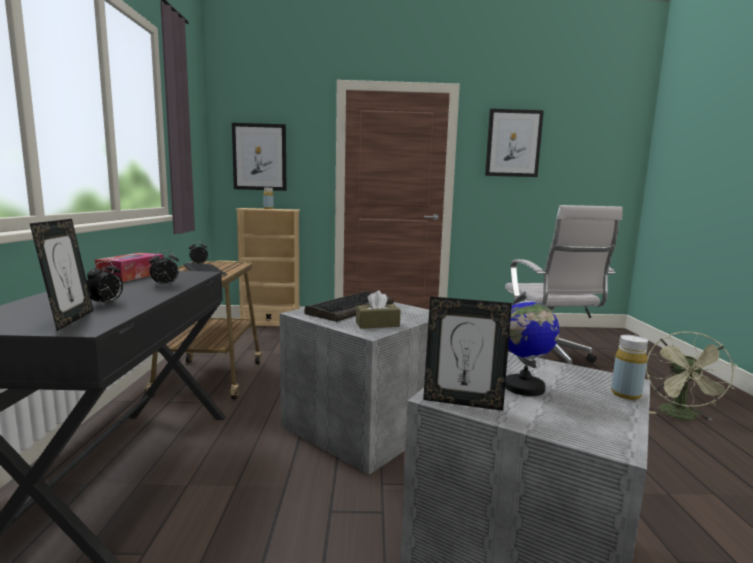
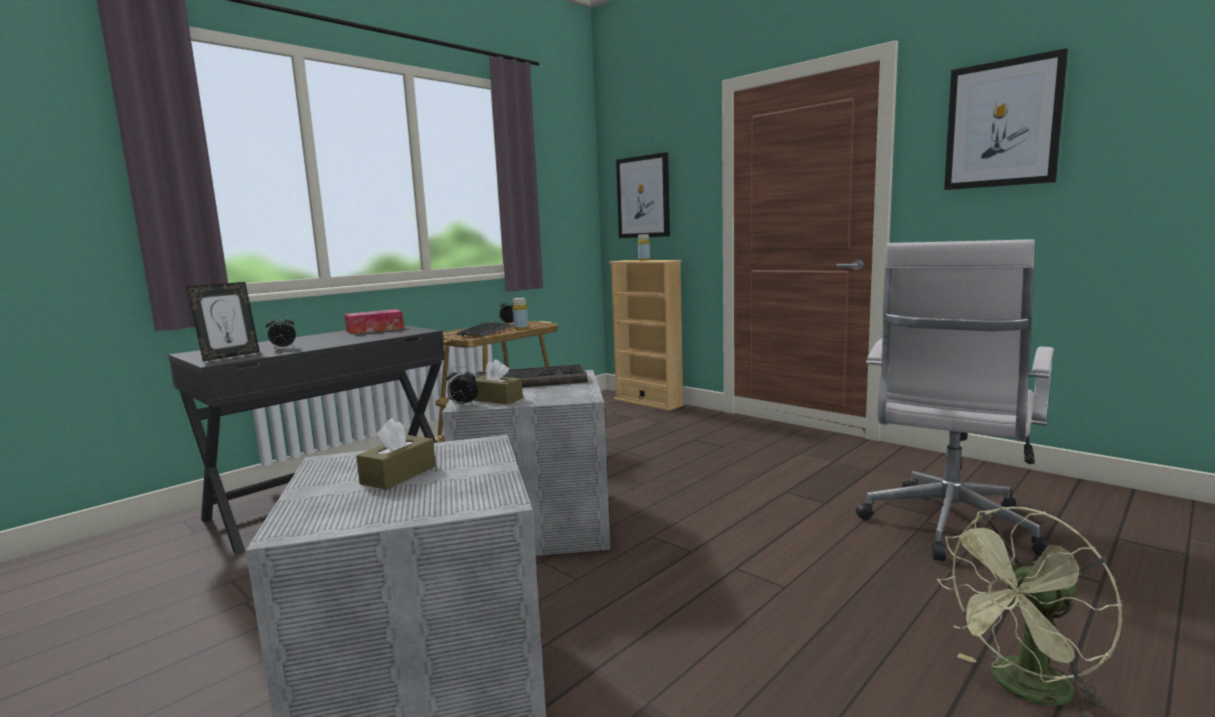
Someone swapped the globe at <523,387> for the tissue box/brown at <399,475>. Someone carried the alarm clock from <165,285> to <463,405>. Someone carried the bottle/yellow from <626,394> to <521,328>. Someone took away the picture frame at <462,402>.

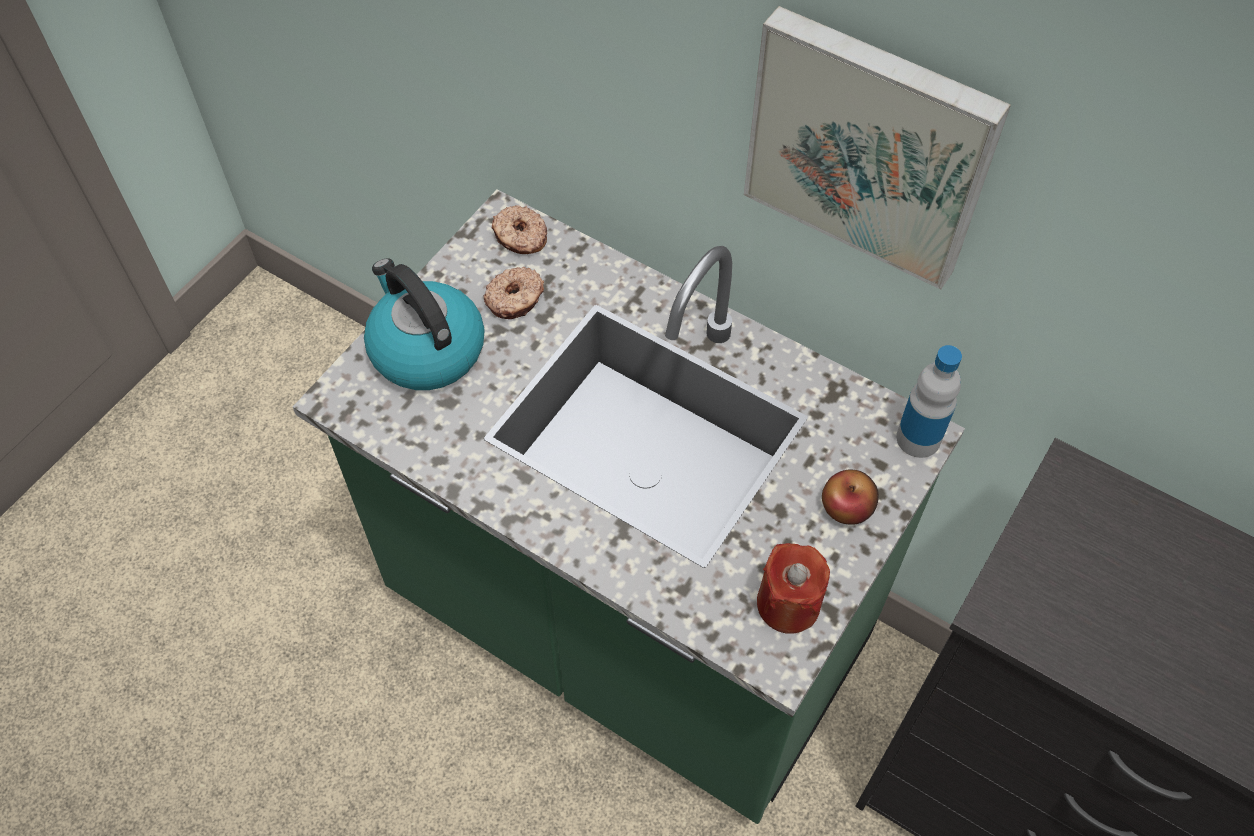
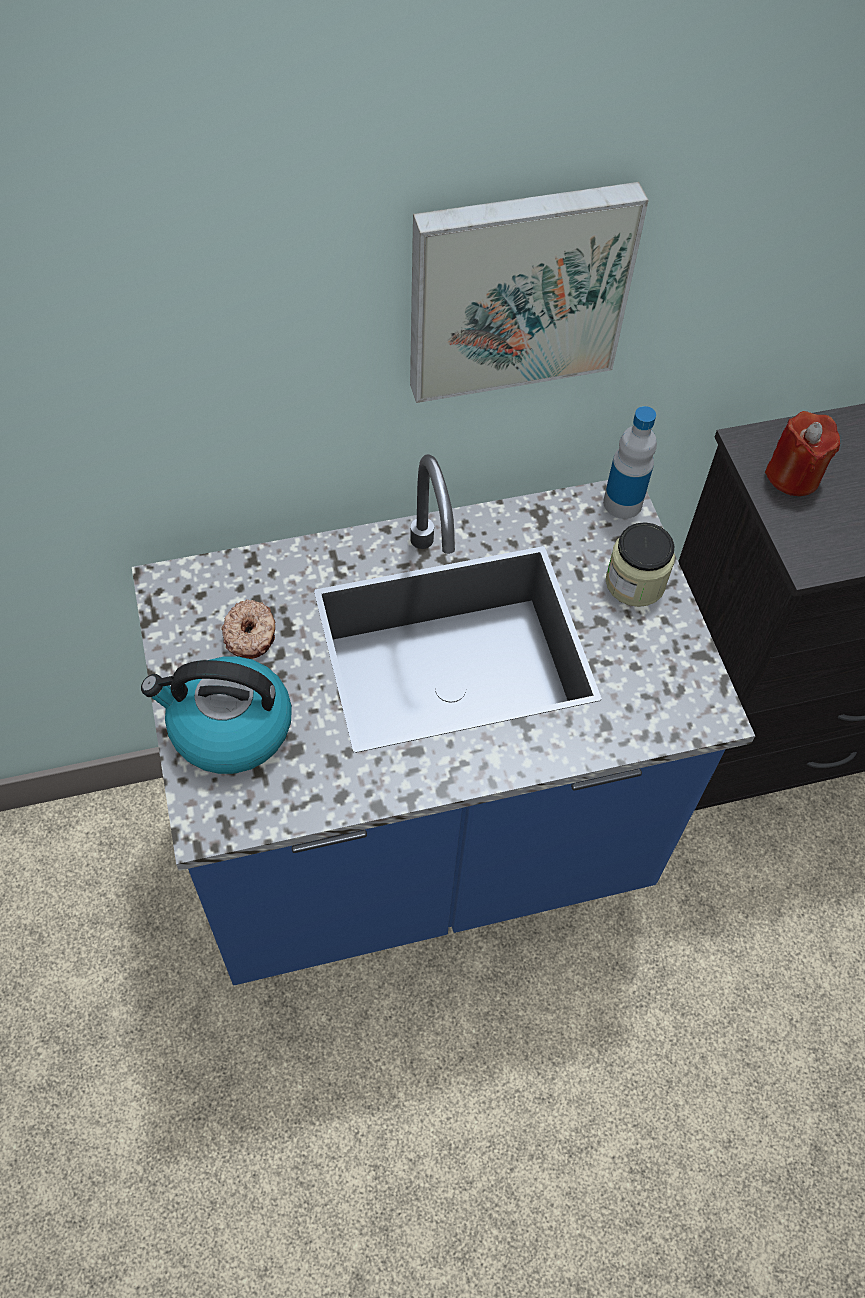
Someone repainted the counter/green at <627,625>, which became the counter/blue at <421,848>. Someone swapped the apple at <847,507> for the jar at <635,583>. Someone carried the candle/red from <788,604> to <793,475>. Someone took away the donut at <520,237>.

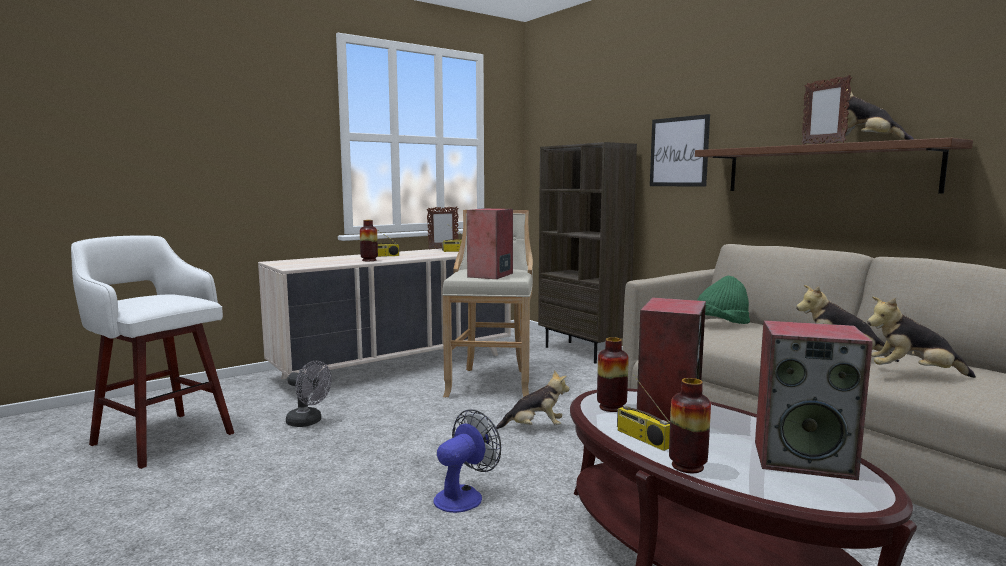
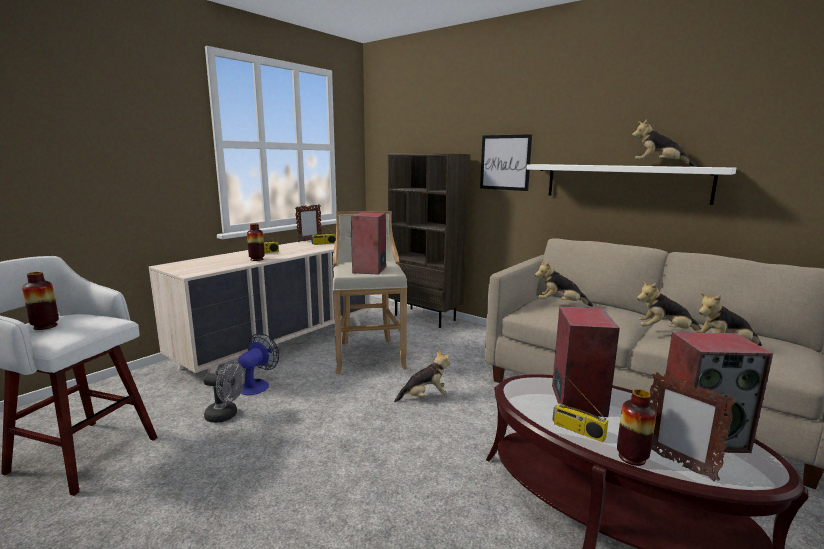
Someone carried the vase from <611,407> to <45,326>. Someone carried the fan from <464,496> to <257,385>. Someone repainted the shelf/brown at <825,169>, which became the shelf/white at <624,182>. Someone swapped the hat/green at <720,324> for the plush toy at <560,304>. Someone carried the picture frame from <822,144> to <678,463>.

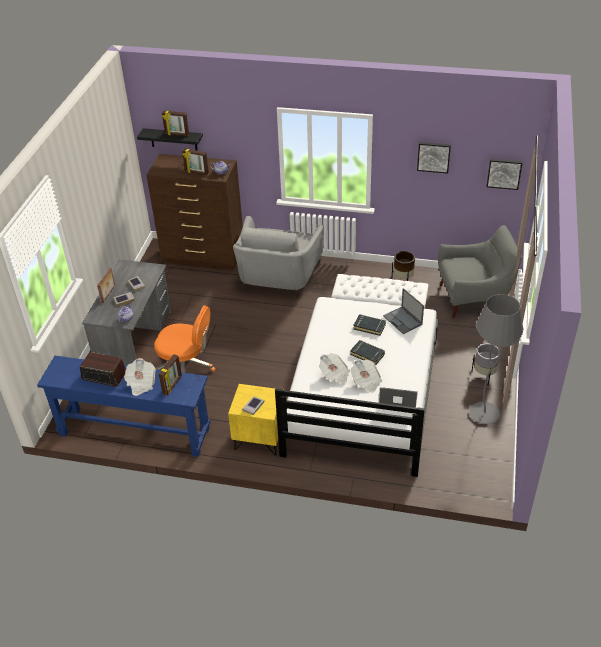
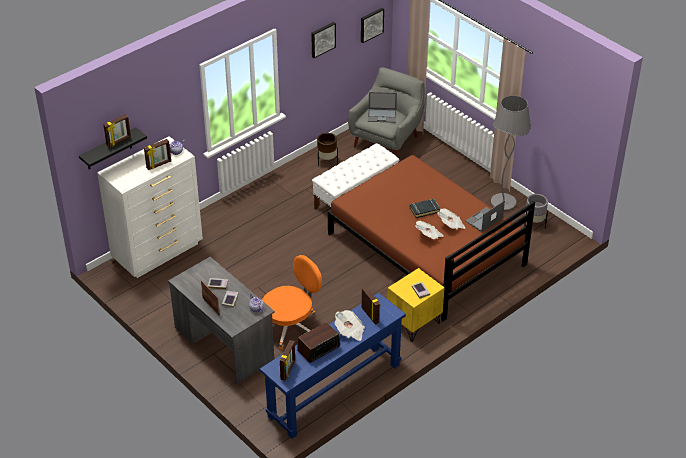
Someone repainted the dresser/brown at <204,257>, which became the dresser/white at <158,252>. Someone put down the picture frame at <288,370>. Someone repainted the bed/white at <362,396>, which became the bed/brown at <426,249>. Someone carried the laptop from <403,320> to <382,115>. Someone carried the planter/grey from <484,376> to <534,224>. Someone took away the armchair/grey at <278,278>. Someone took away the book/black at <369,326>.

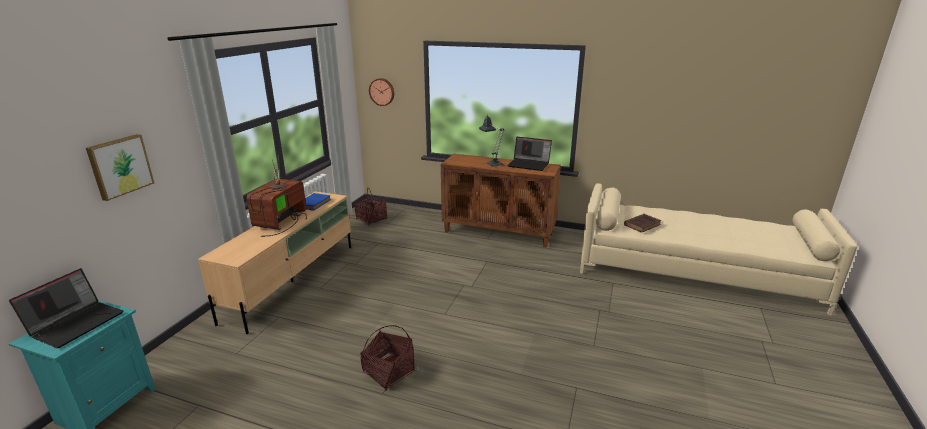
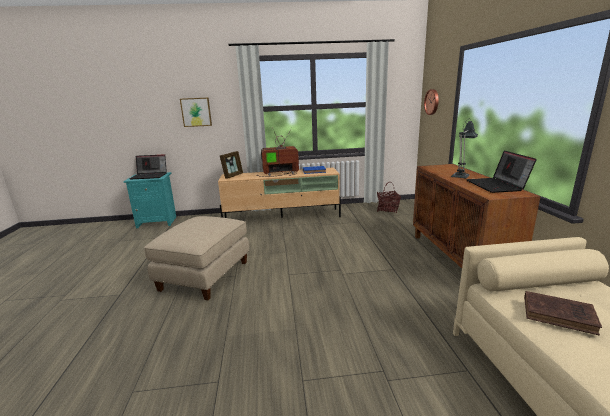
Someone swapped the basket at <388,372> for the ottoman/beige at <204,275>. Someone put down the picture frame at <233,176>.

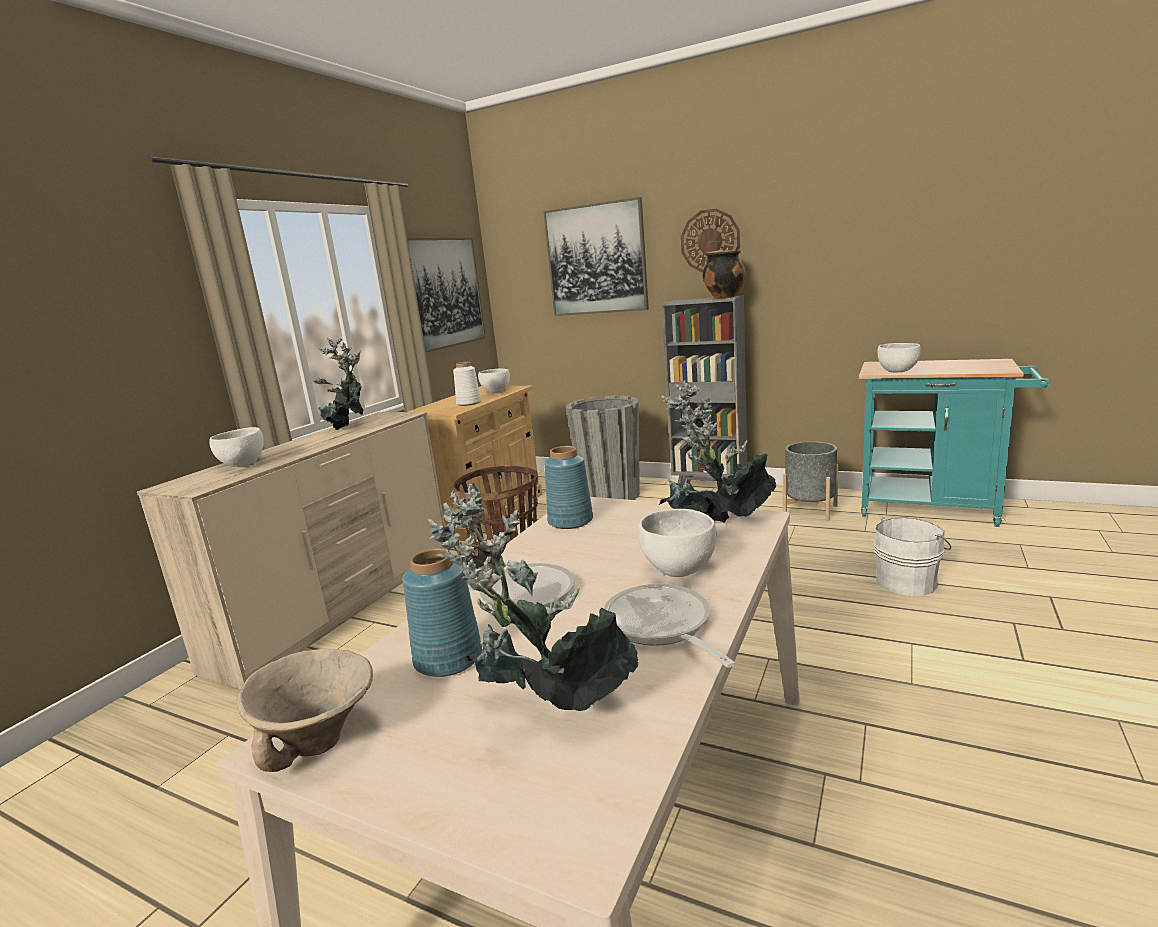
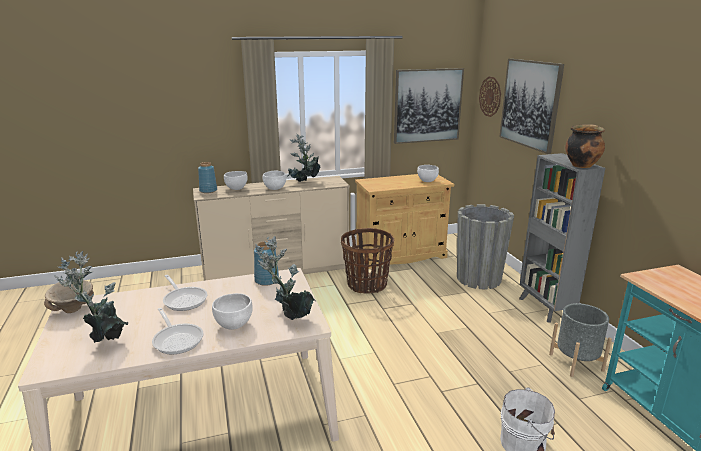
Someone rotated the frying pan at <661,627> by 120 degrees clockwise. Someone carried the vase/blue from <448,658> to <208,190>. Someone carried the bowl/white from <897,371> to <274,188>. Someone carried the wall clock from <710,241> to <490,96>. Someone took away the vase/white at <468,403>.

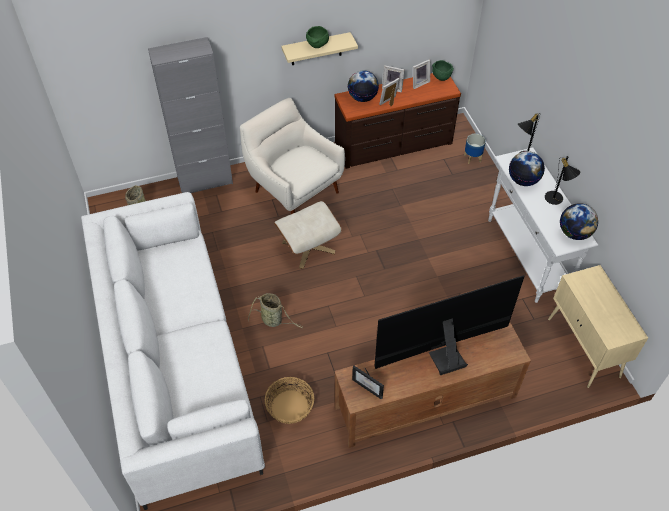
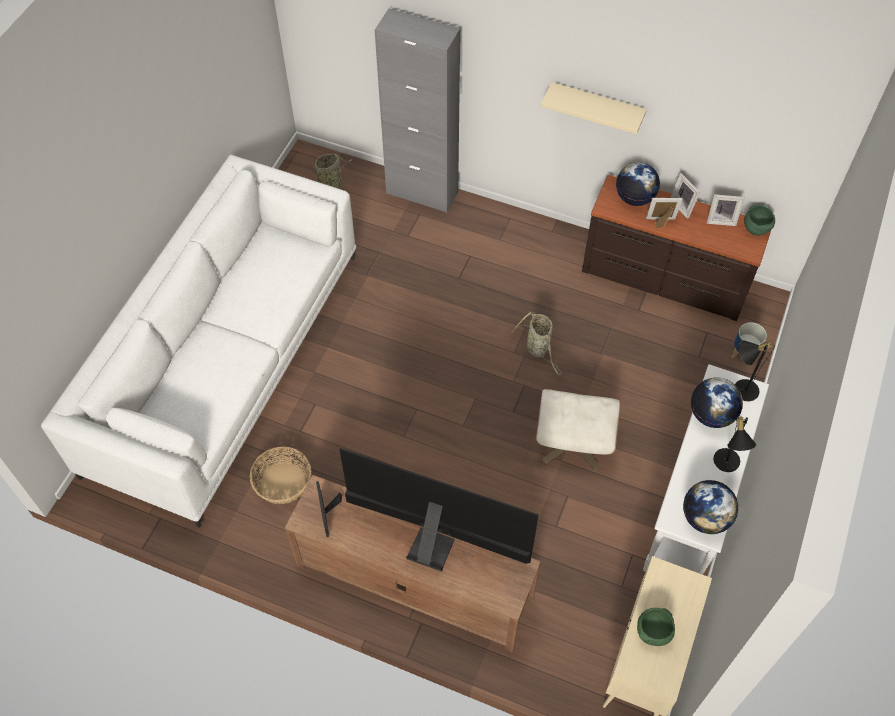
Someone carried the basket from <273,320> to <538,349>. Someone carried the ottoman/beige from <308,247> to <573,442>. Someone carried the bowl/green from <317,45> to <653,633>. Someone took away the armchair/white at <294,190>.

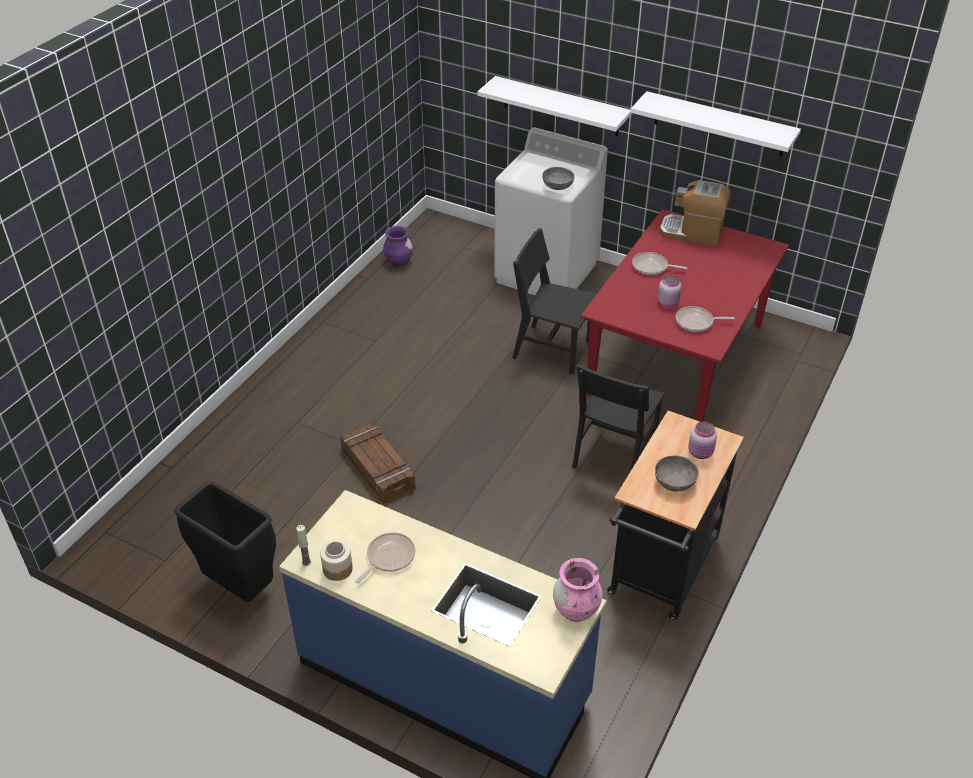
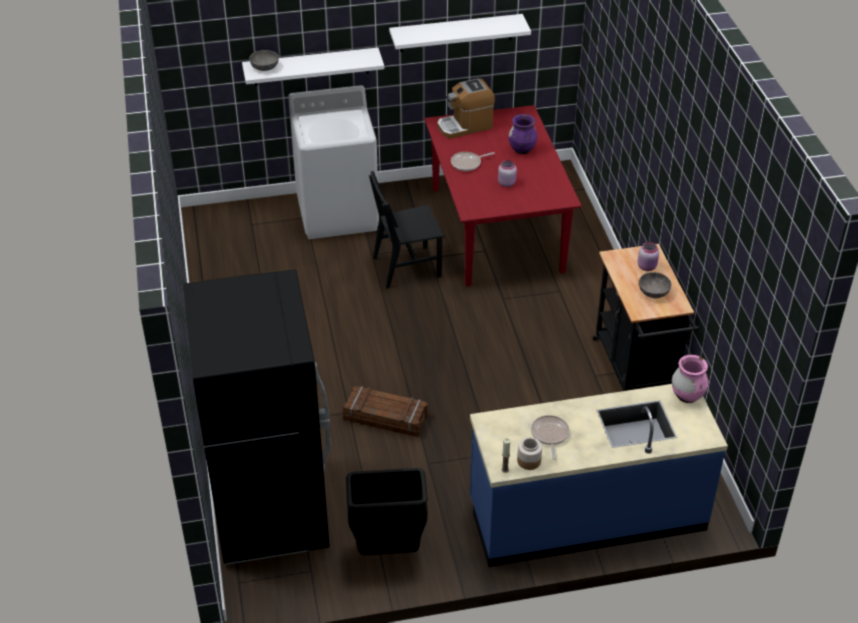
Someone put down the fridge/black at <270,511>. Someone carried the bowl/grey from <557,186> to <265,67>. Someone carried the vase/purple from <399,262> to <522,149>. Someone took away the chair/black at <614,454>. Someone took away the frying pan at <696,322>.

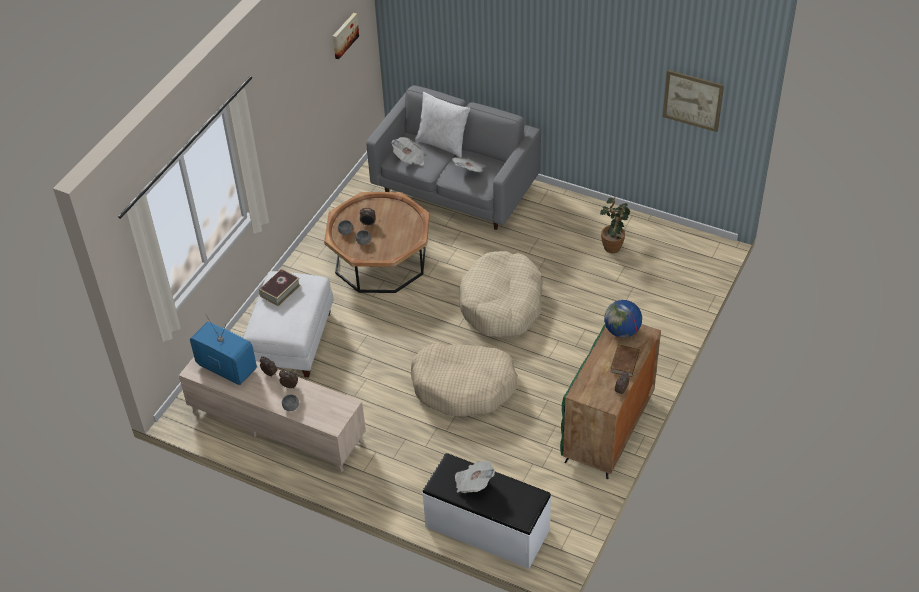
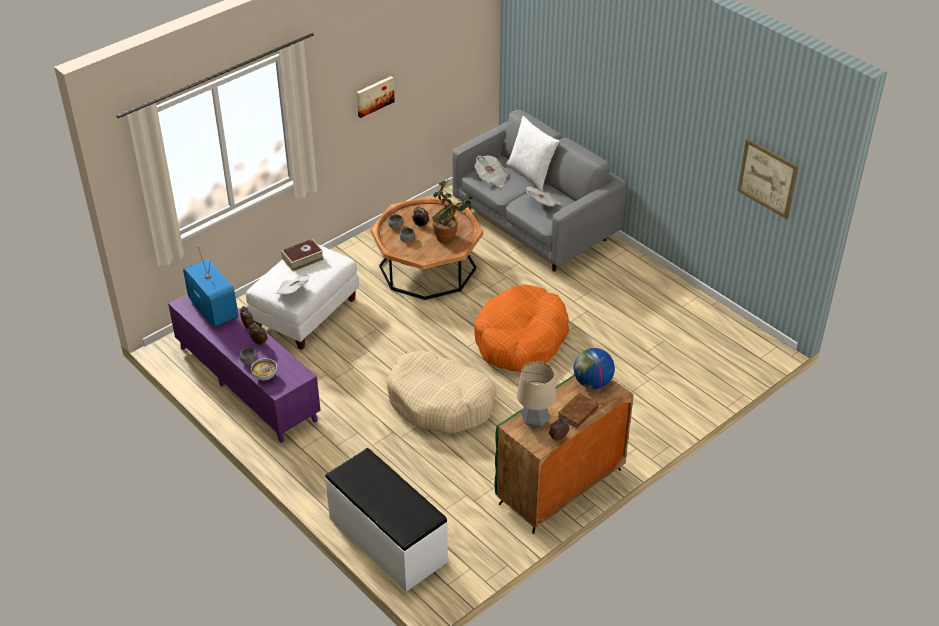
Someone repainted the tv stand/beige at <277,426>, which became the tv stand/purple at <247,384>. Someone put down the bowl at <265,376>. Someone carried the newspaper from <473,483> to <293,292>. Someone carried the picture from <344,35> to <374,96>. Someone carried the potted plant from <614,245> to <449,236>. Someone repainted the dog bed/beige at <502,304>, which became the dog bed/orange at <520,339>. Someone put down the table lamp at <534,423>.

